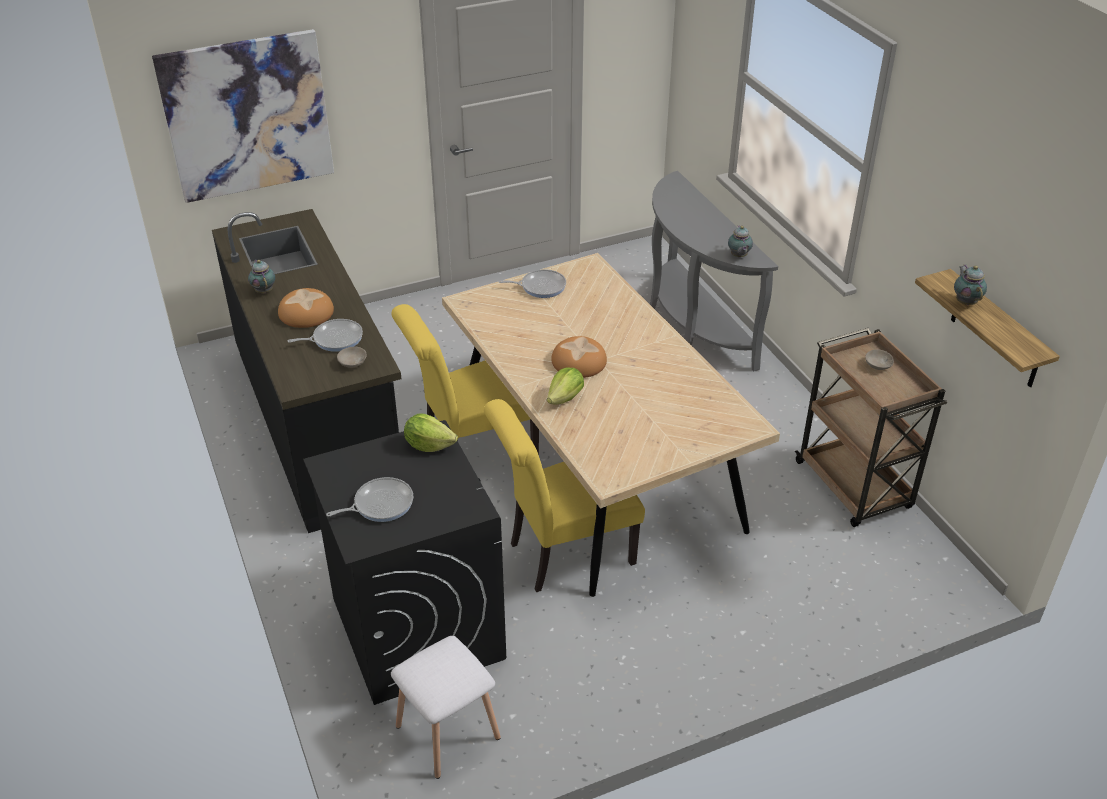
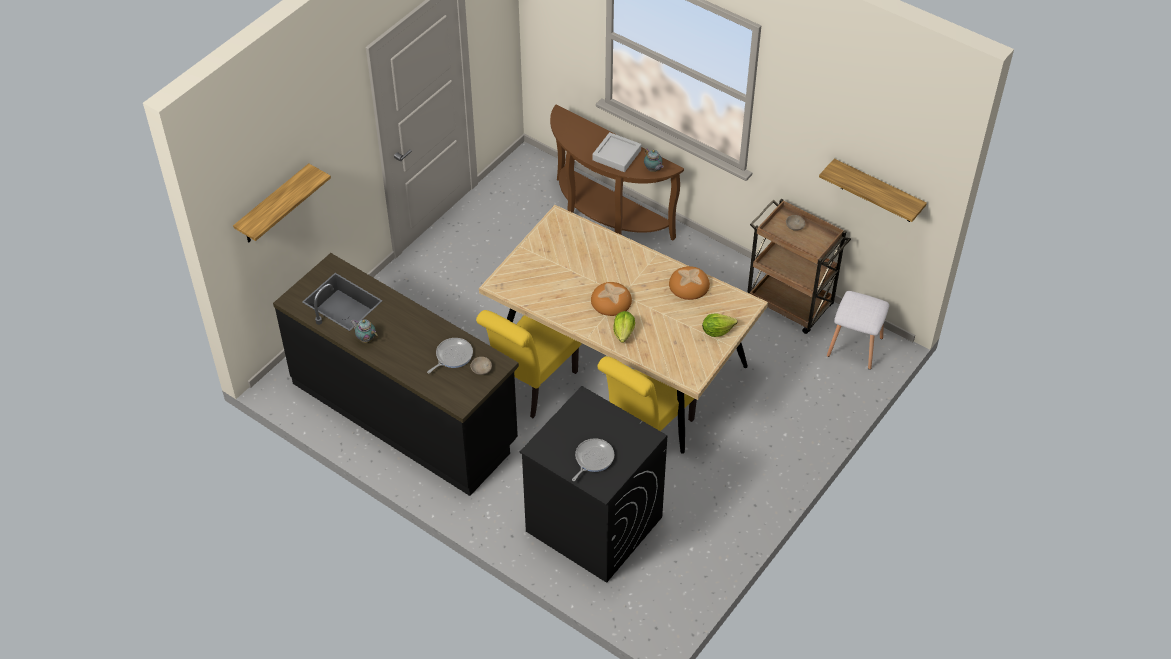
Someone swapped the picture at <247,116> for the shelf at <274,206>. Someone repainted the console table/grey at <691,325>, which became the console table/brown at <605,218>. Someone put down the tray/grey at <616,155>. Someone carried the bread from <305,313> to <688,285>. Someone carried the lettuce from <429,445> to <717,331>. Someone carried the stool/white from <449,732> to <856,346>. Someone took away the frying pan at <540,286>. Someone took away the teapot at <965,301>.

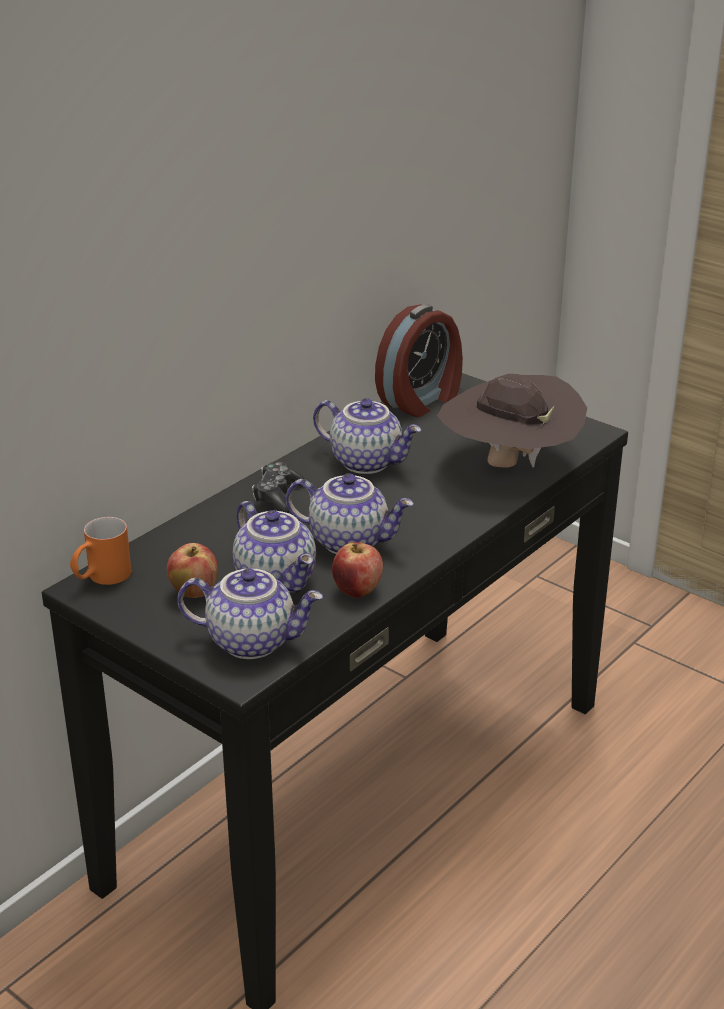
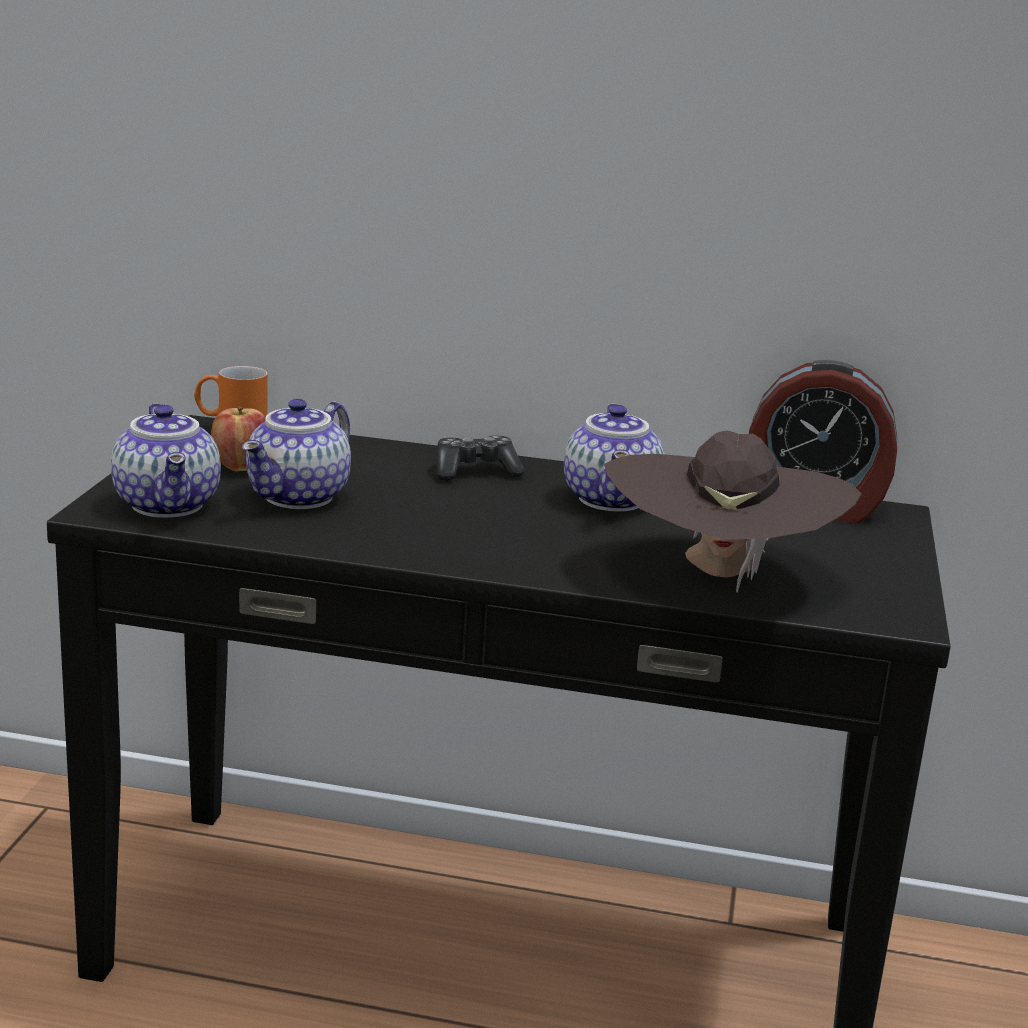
Someone took away the teapot at <350,541>. Someone took away the apple at <357,591>.

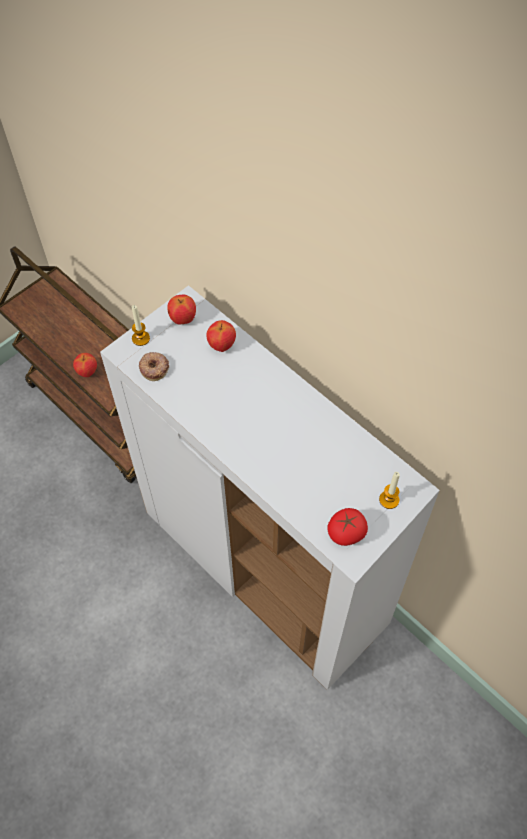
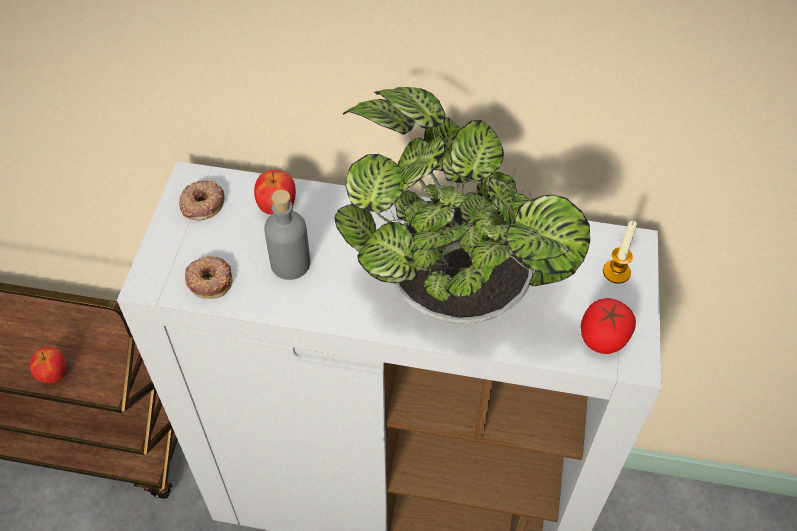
Someone swapped the apple at <183,319> for the donut at <202,203>. Someone put down the bottle/grey at <290,264>. Someone put down the potted plant at <448,285>. Someone took away the candle at <141,338>.

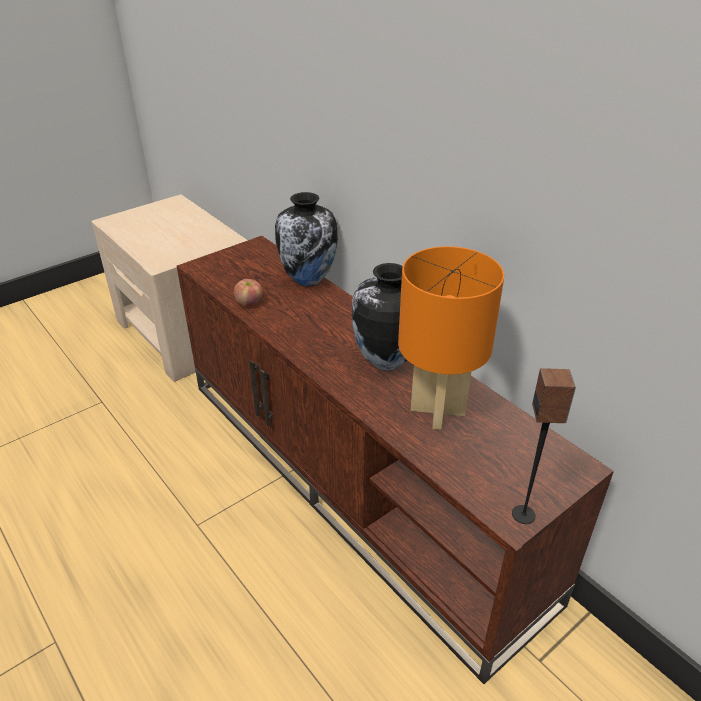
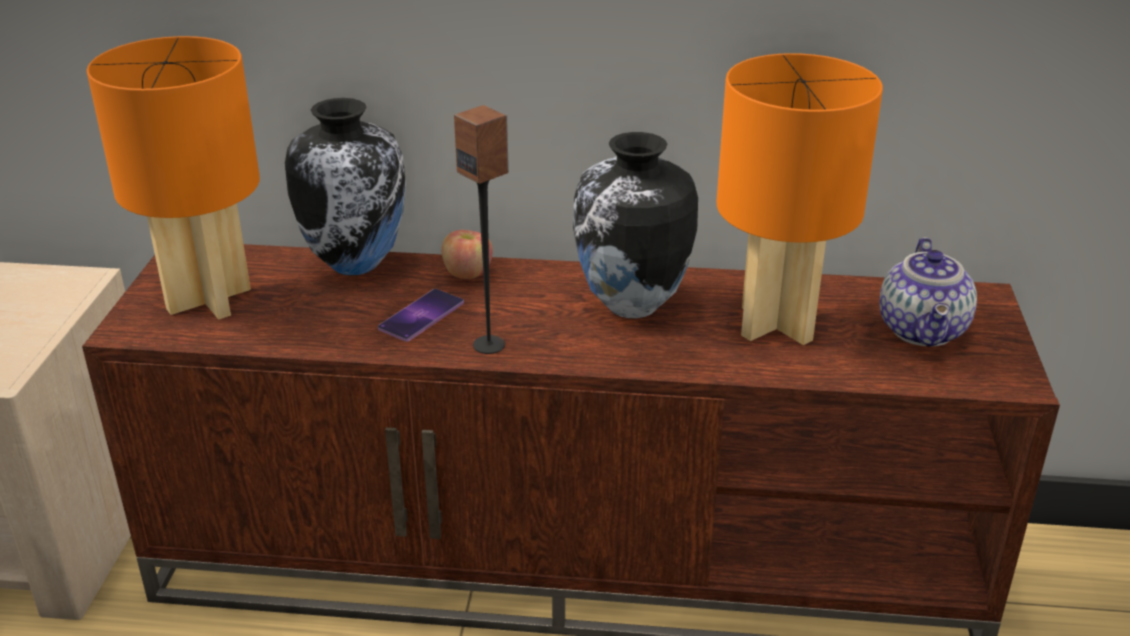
Someone put down the table lamp/orange at <210,298>. Someone put down the phone at <421,315>. Someone carried the apple from <249,303> to <467,273>. Someone carried the speaker from <524,514> to <489,345>. Someone put down the teapot at <924,331>.

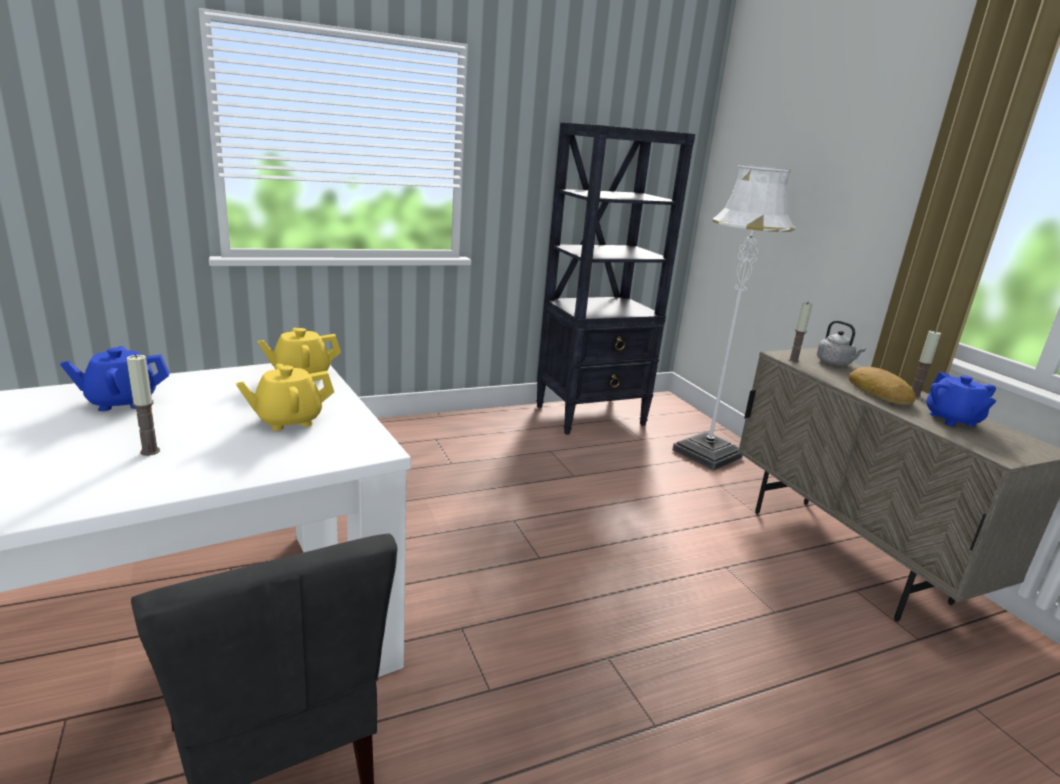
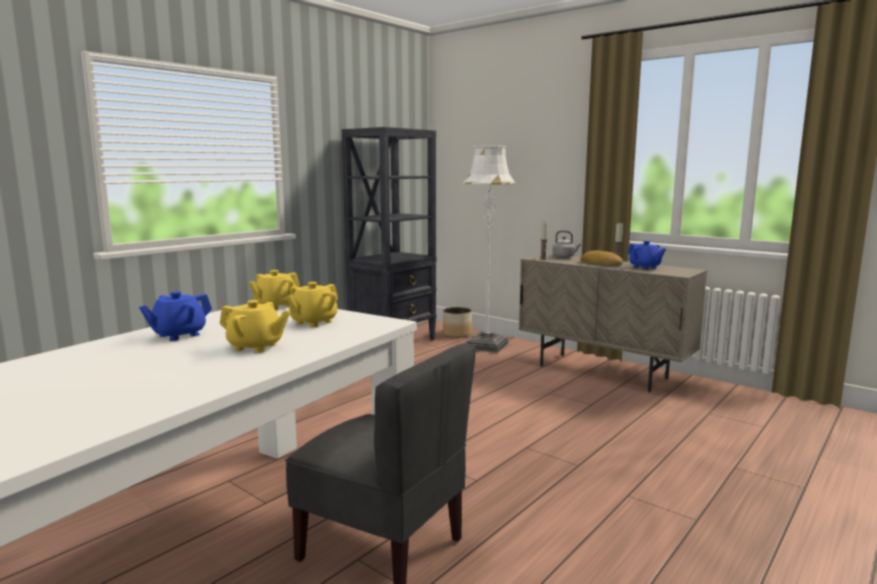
Someone swapped the candle at <150,451> for the teapot/yellow at <256,347>. Someone put down the planter at <457,334>.

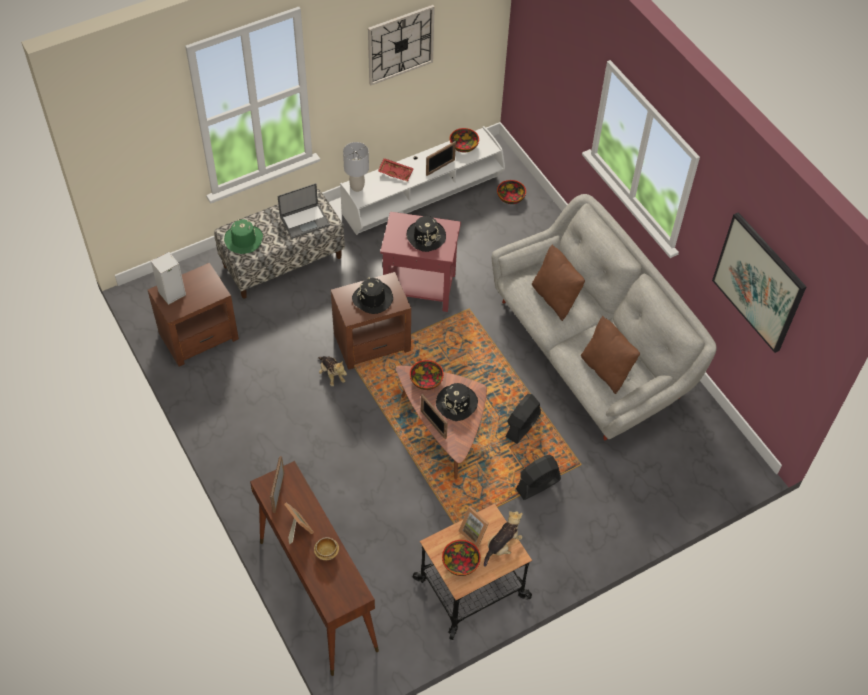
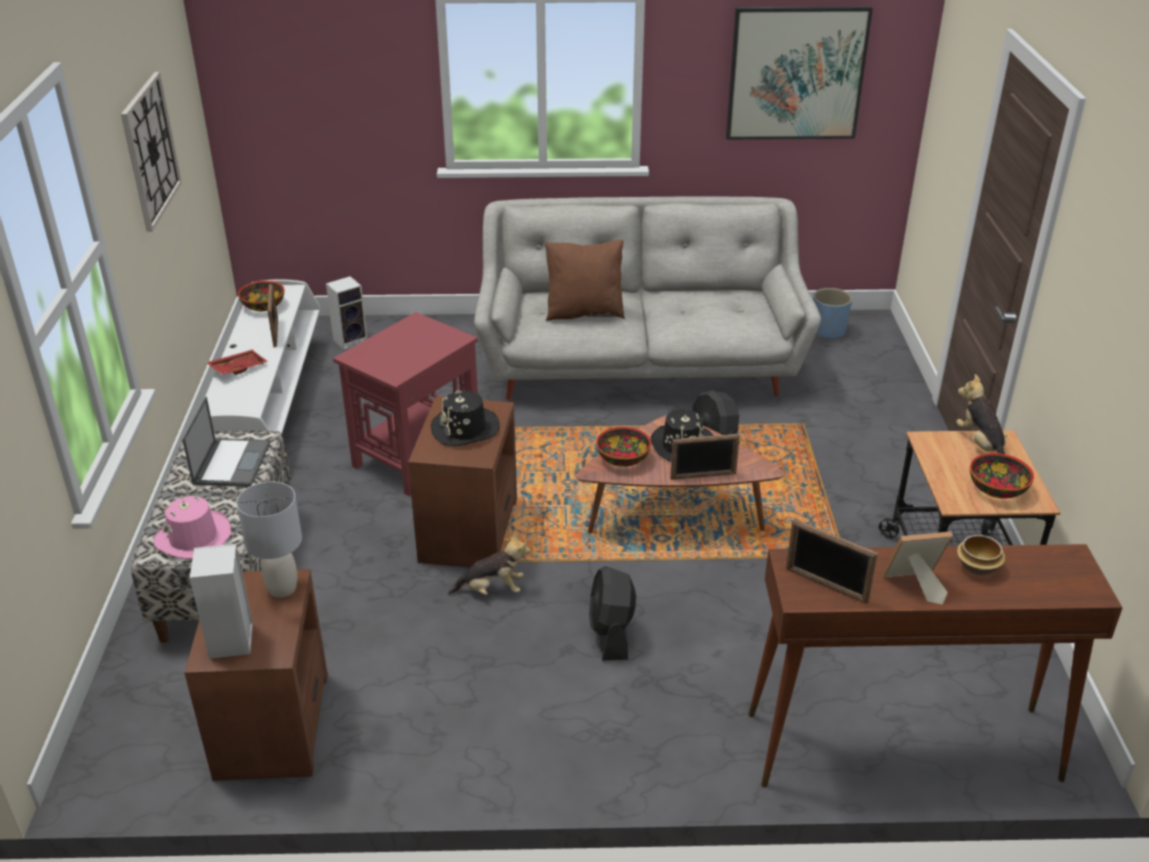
Someone repainted the hat/green at <243,240>, which became the hat/pink at <193,537>. Someone carried the table lamp/grey from <357,187> to <282,589>. Someone swapped the bowl at <511,197> for the speaker at <351,340>. Someone carried the fan/black from <537,484> to <611,633>. Someone put down the planter/blue at <828,331>. Someone took away the hat/black at <426,236>. Someone took away the picture frame at <475,532>. Someone took away the pillow/brown at <606,369>.

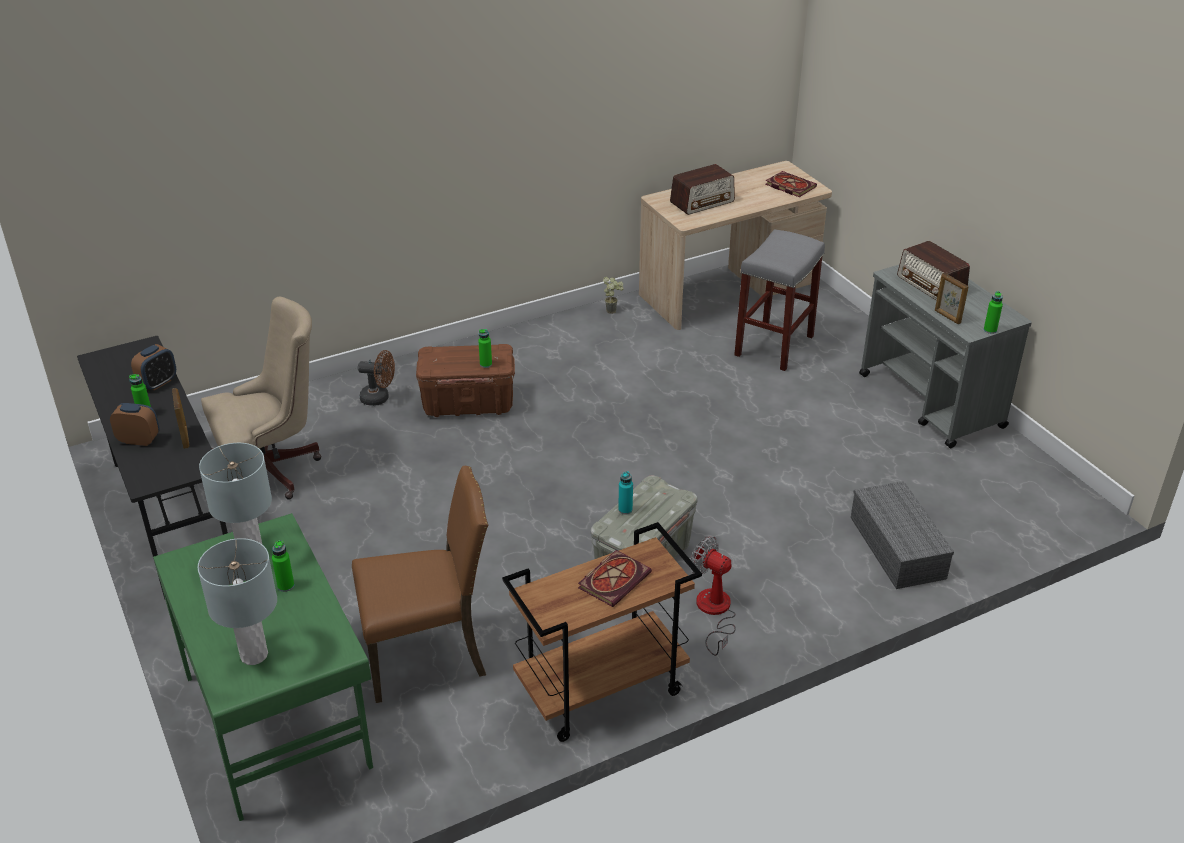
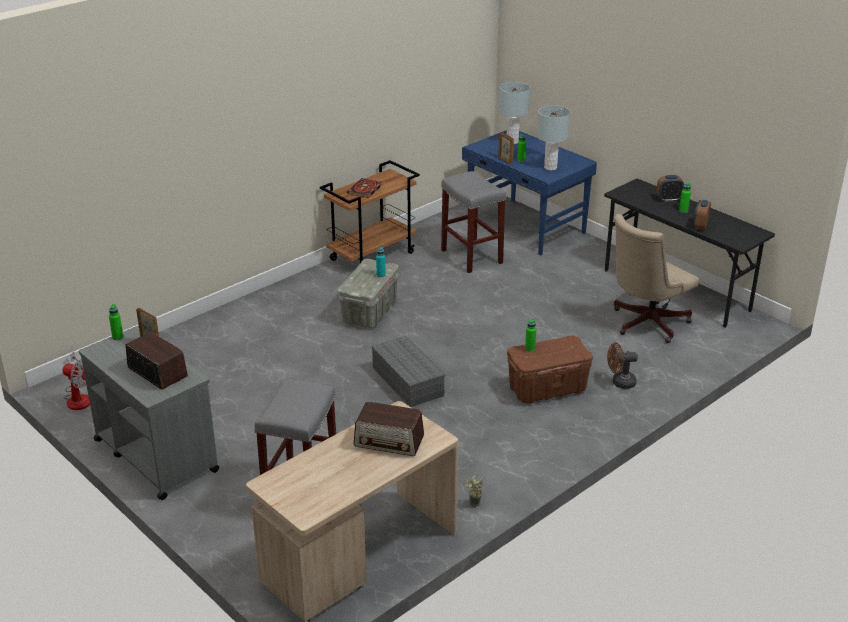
Someone carried the fan from <714,612> to <79,397>. Someone rotated the radio at <702,202> by 120 degrees counterclockwise. Someone carried the storage box/grey from <899,548> to <406,381>. Someone swapped the chair/brown at <427,654> for the stool/grey at <471,256>. Someone repainted the desk/green at <278,718>, which became the desk/blue at <525,227>. Someone carried the picture frame from <185,437> to <505,161>. Someone took away the book at <789,186>.

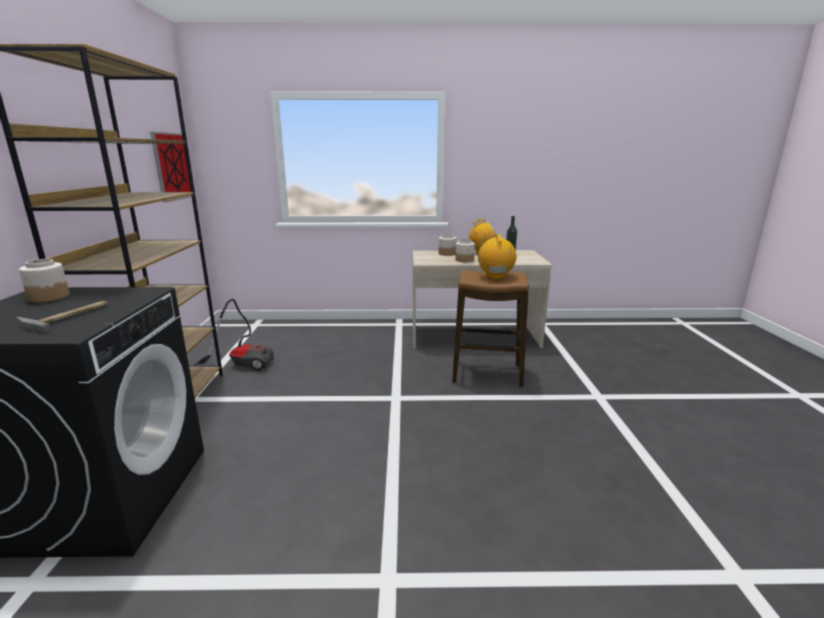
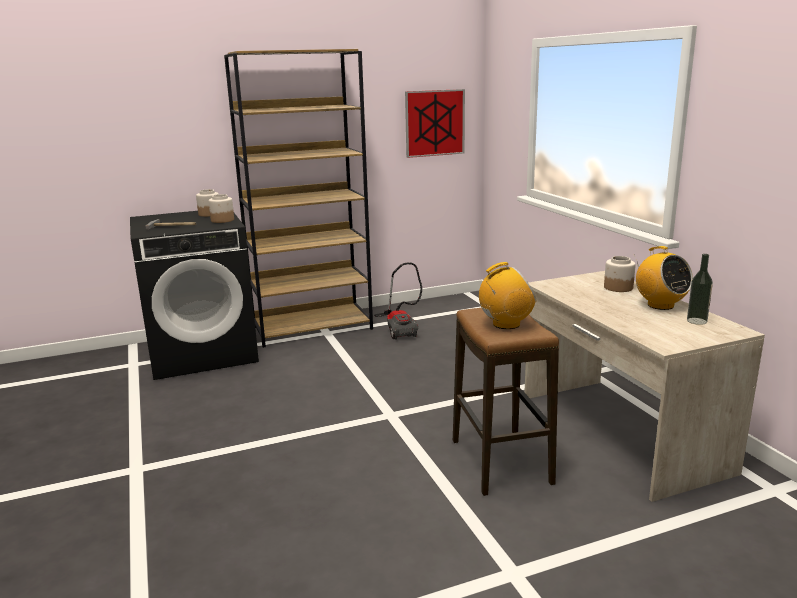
Someone carried the jar from <464,260> to <222,220>.

